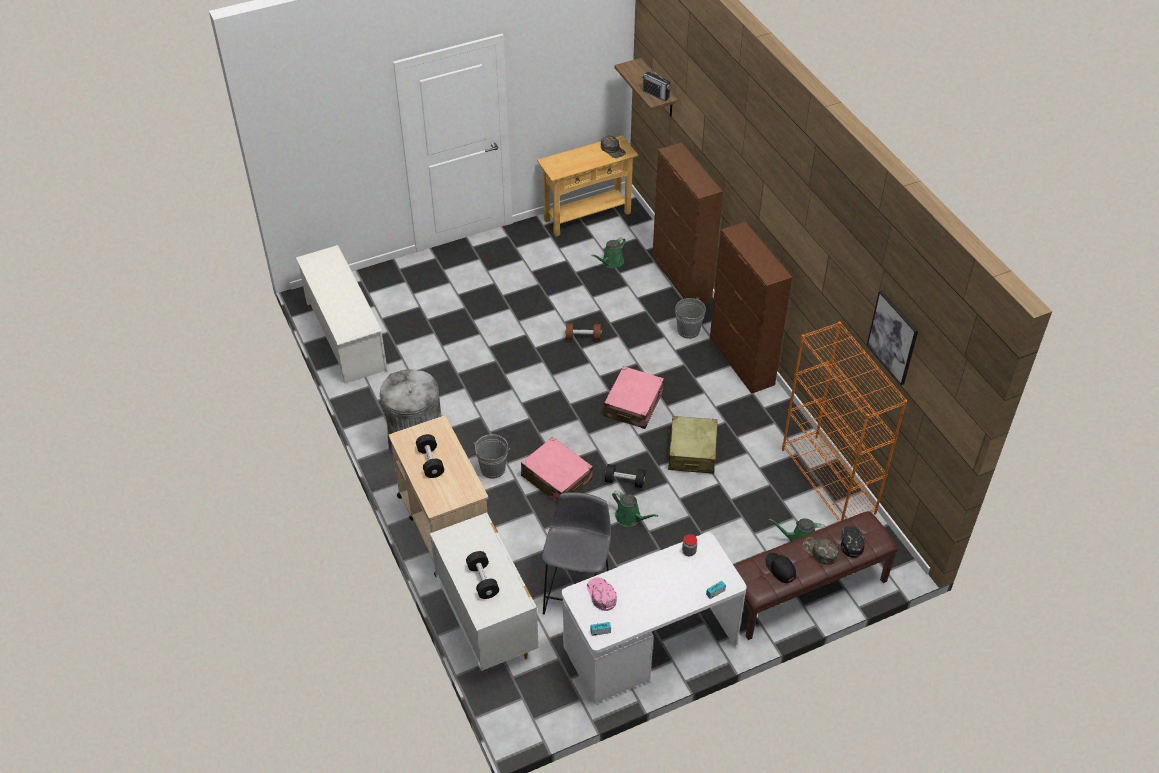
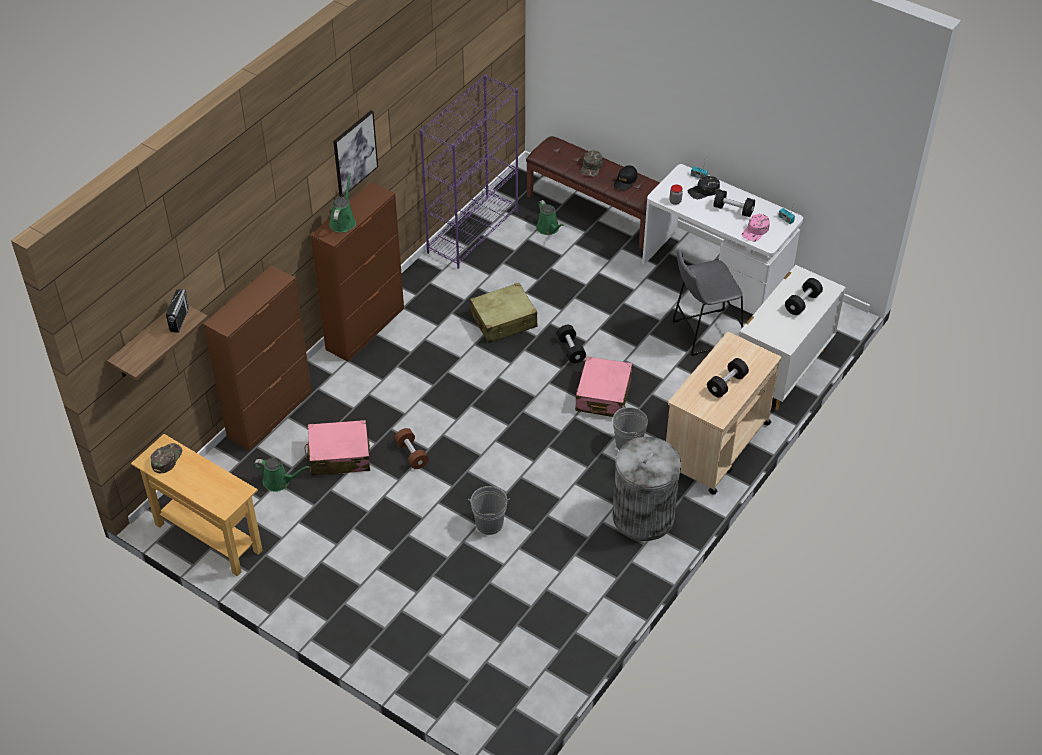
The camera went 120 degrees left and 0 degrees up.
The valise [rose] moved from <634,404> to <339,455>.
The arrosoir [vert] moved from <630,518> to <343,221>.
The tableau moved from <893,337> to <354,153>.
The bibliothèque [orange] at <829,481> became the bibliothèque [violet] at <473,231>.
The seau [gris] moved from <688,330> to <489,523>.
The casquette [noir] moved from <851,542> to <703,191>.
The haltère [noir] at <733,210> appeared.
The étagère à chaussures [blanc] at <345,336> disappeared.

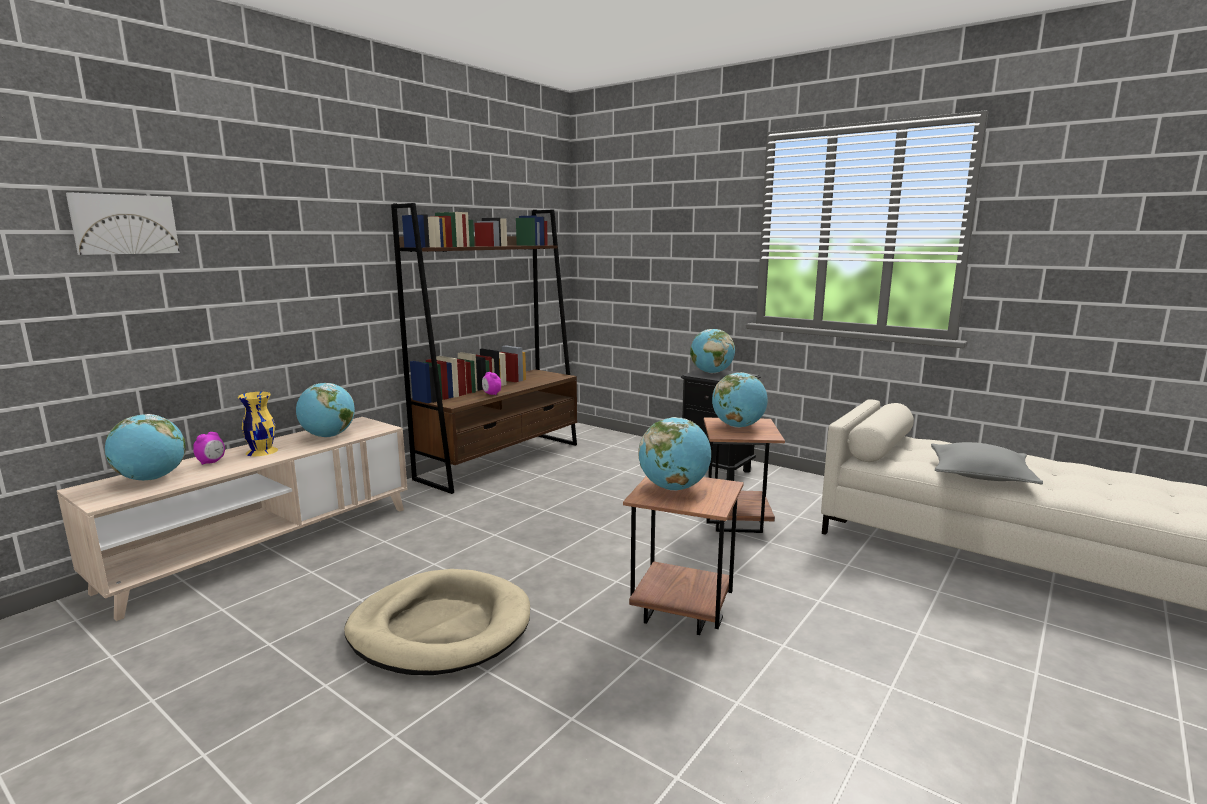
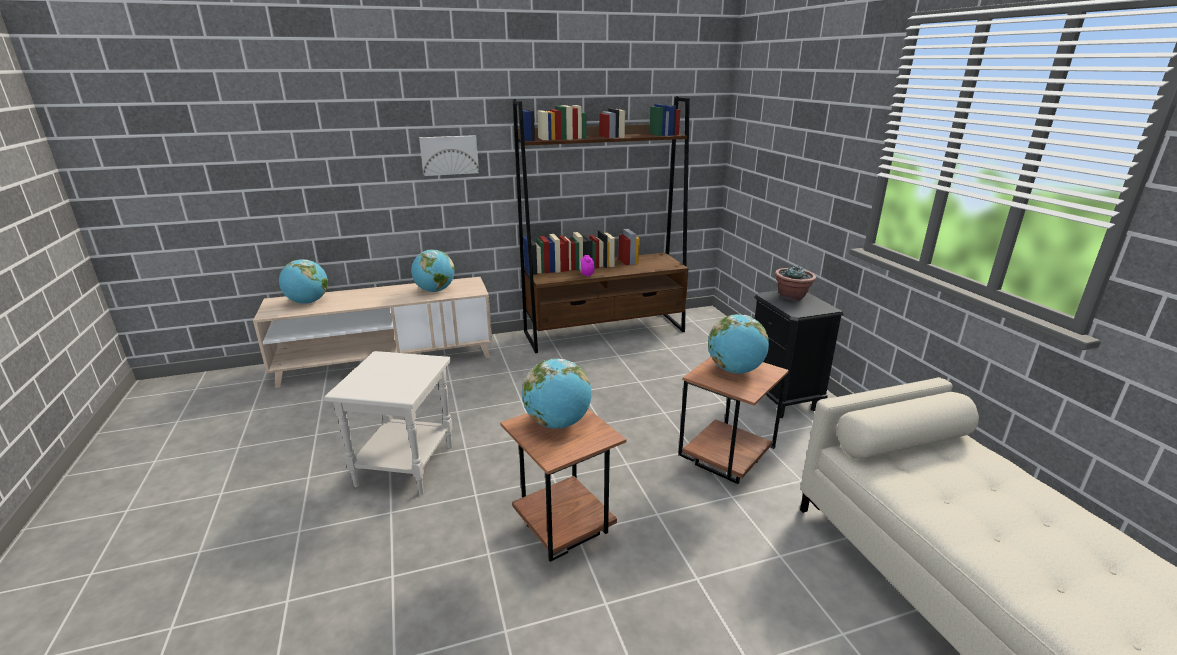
The camera went 35 degrees right and 10 degrees up.
The panier pour chien [beige] at <441,627> was replaced by the table d'appoint [blanc] at <404,465>.
The tableau moved from <124,224> to <449,155>.
The globe at <711,373> was replaced by the plante en pot at <791,297>.
The réveil at <211,462> disappeared.
The vase [jaune] at <261,451> disappeared.
The coussin [gris] at <980,475> disappeared.

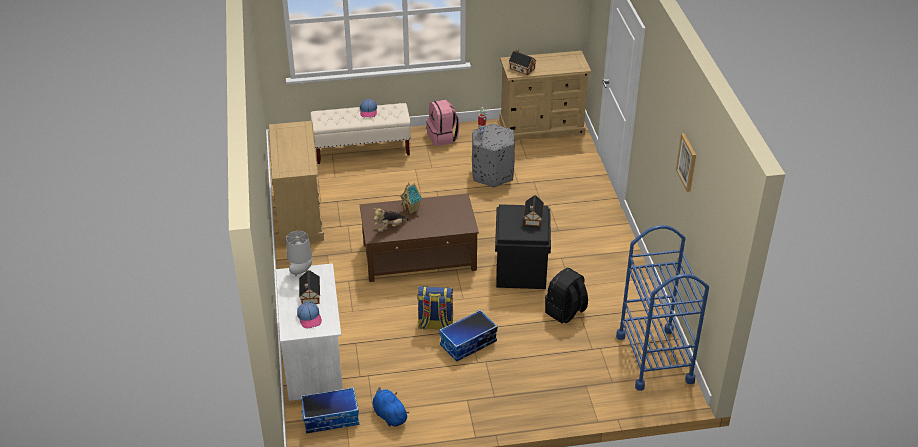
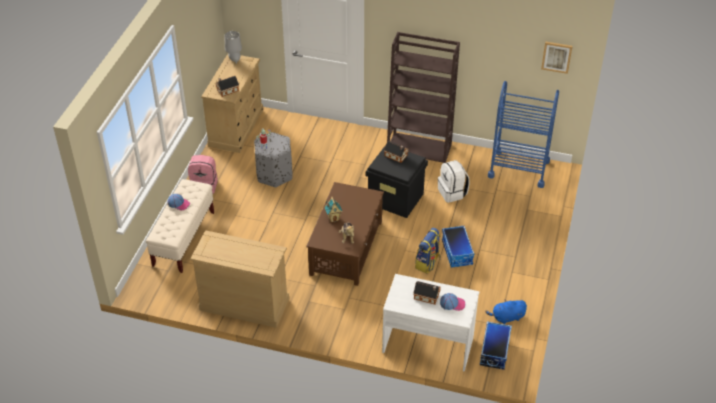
The camera went 65 degrees left and 5 degrees up.
The lampe de table [gris] moved from <301,272> to <234,60>.
The bibliothèque [marron] at <420,148> appeared.
The sac à dos [noir] at <565,312> became the sac à dos [blanc] at <452,193>.
The tableau moved from <687,162> to <556,57>.

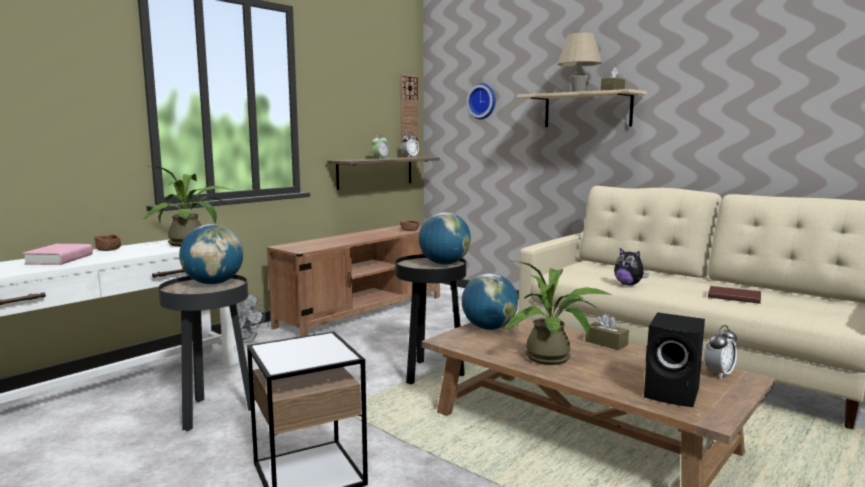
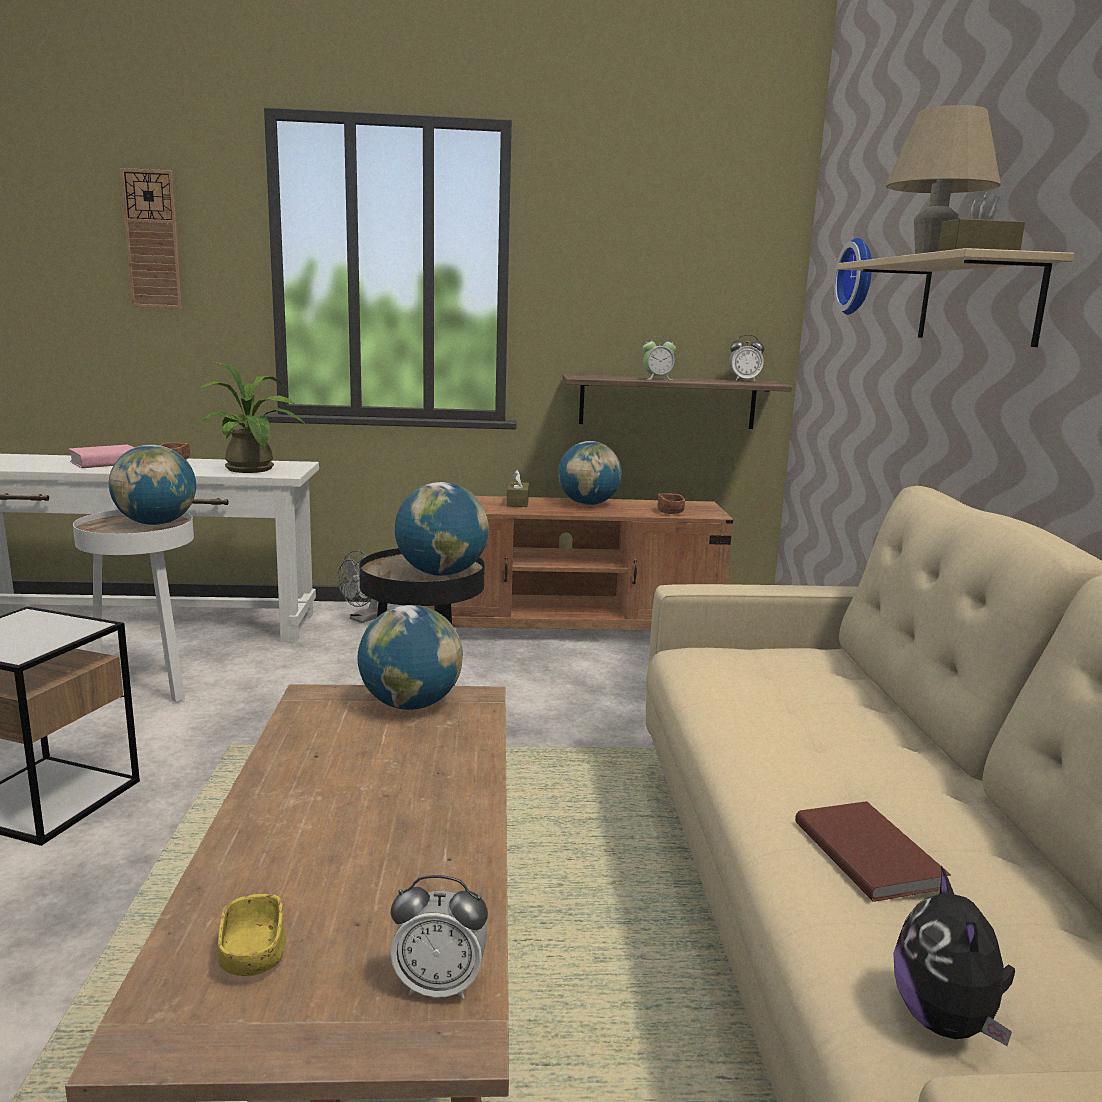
The camera went 45 degrees right and 5 degrees up.
The table d'appoint [noir] at <212,413> became the table d'appoint [blanc] at <149,688>.
The horloge murale moved from <409,109> to <152,240>.
The enceinte [noir] at <674,394> was replaced by the bol [jaune] at <253,957>.
The boîte à mouchoirs [marron] moved from <606,343> to <517,502>.
The globe at <588,504> appeared.
The peluche moved from <628,284> to <946,1021>.
The plante en pot at <553,359> disappeared.

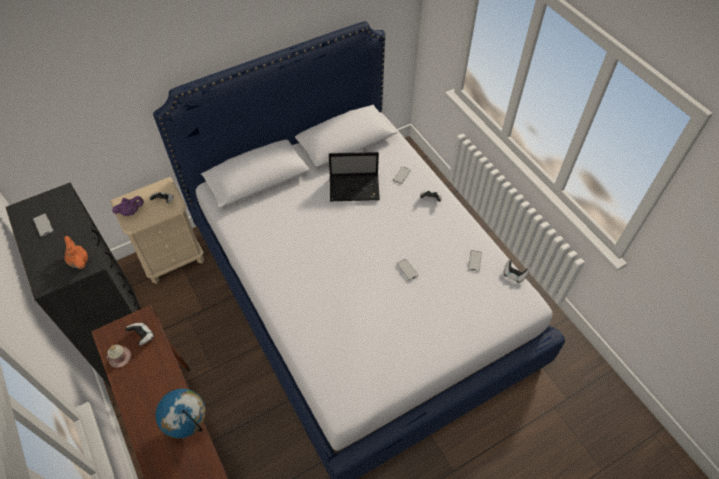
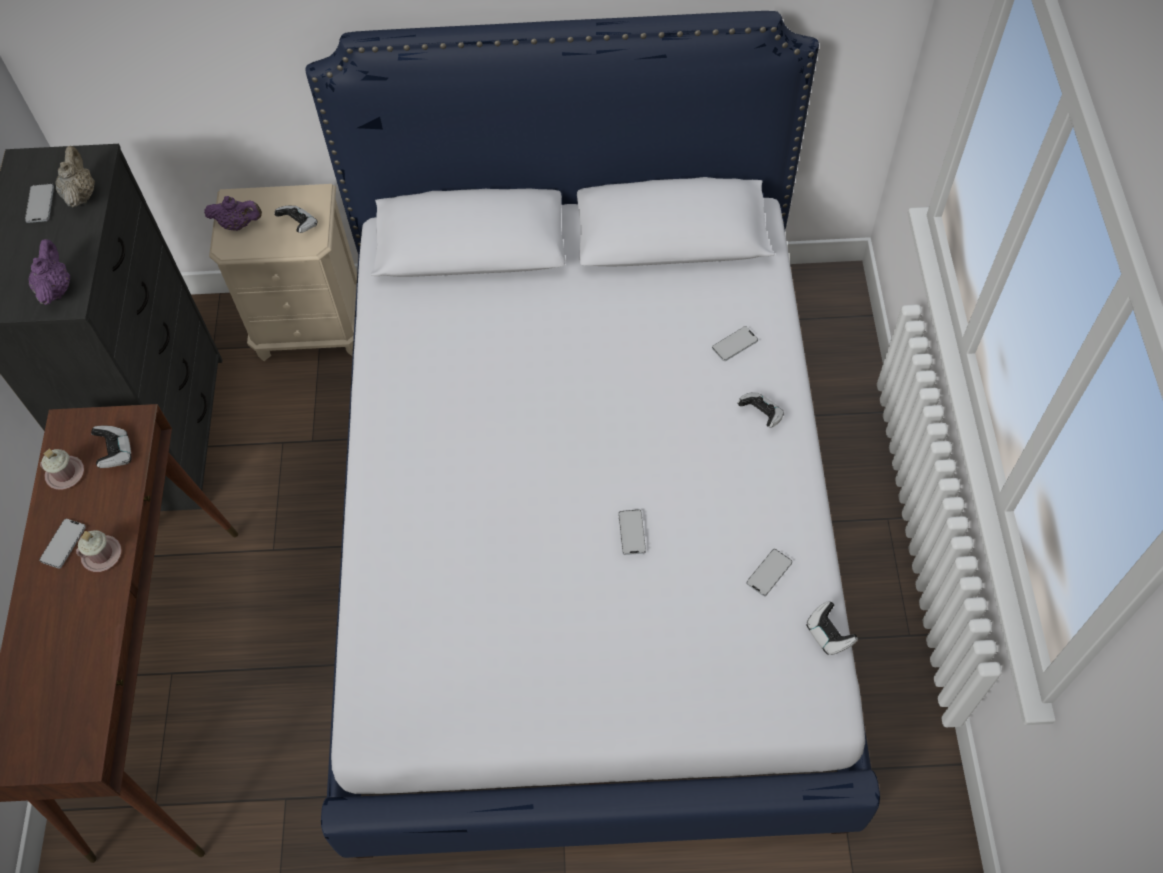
The camera went 30 degrees right and 5 degrees up.
The théière [orange] at <79,261> became the théière [violet] at <56,289>.
The téléphone at <63,544> appeared.
The théière [beige] at <81,195> appeared.
The mug [rose] at <102,554> appeared.
The globe at <189,424> disappeared.
The ordinateur portable at <355,188> disappeared.

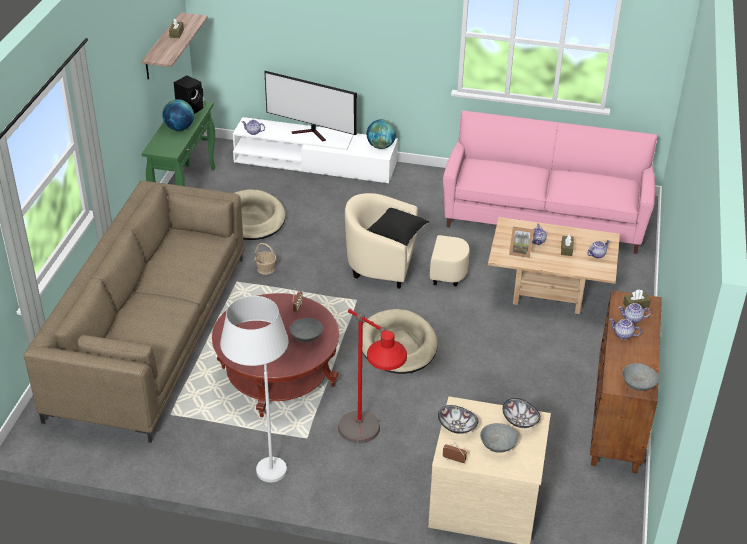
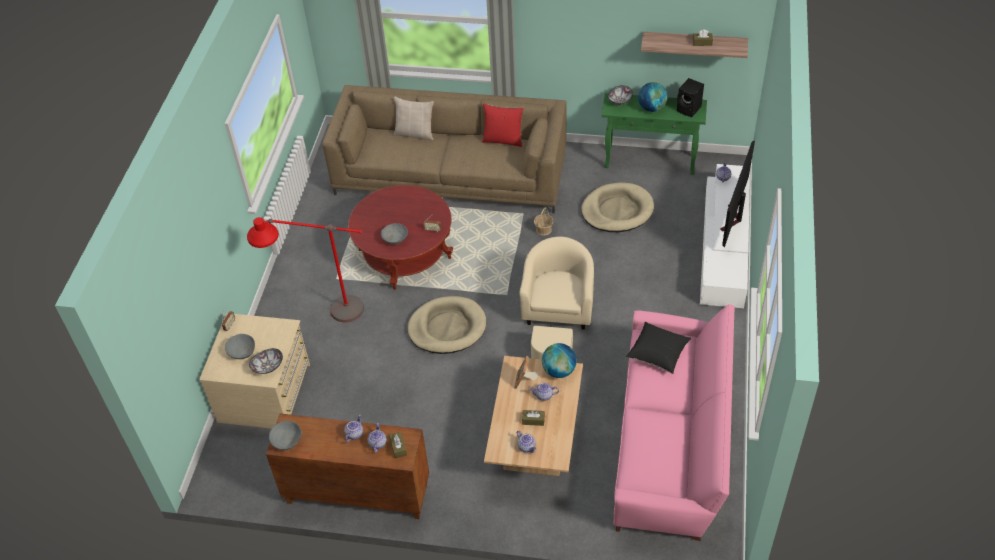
The camera went 90 degrees right and 10 degrees up.
The coussin [beige] at <415,133> appeared.
The coussin [rouge] at <503,140> appeared.
The globe moved from <381,146> to <559,371>.
The bol moved from <457,426> to <620,101>.
The coussin [noir] moved from <397,234> to <658,354>.
The lampadaire [blanc] at <262,460> disappeared.

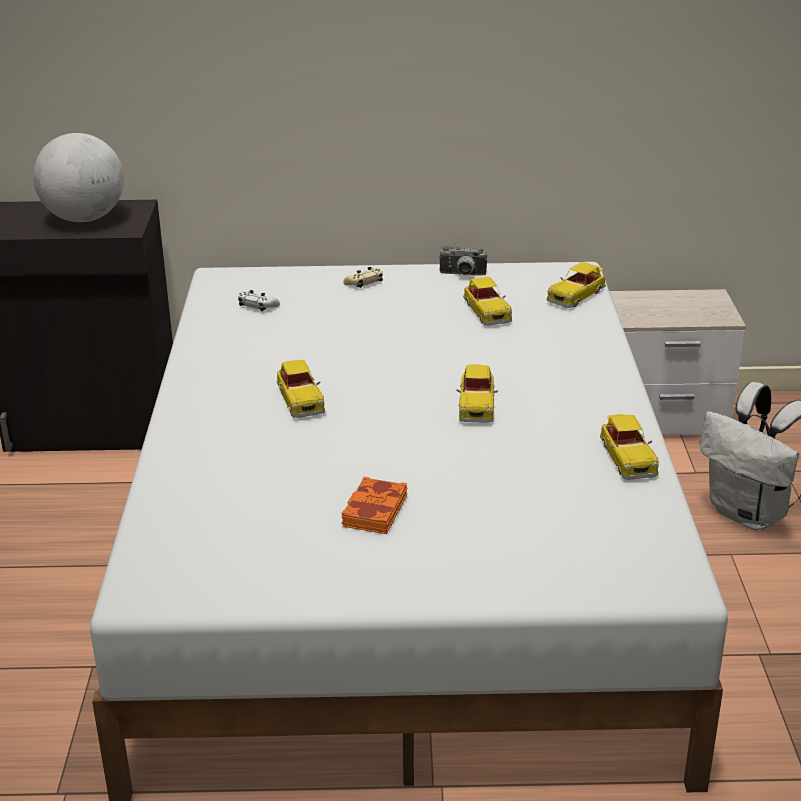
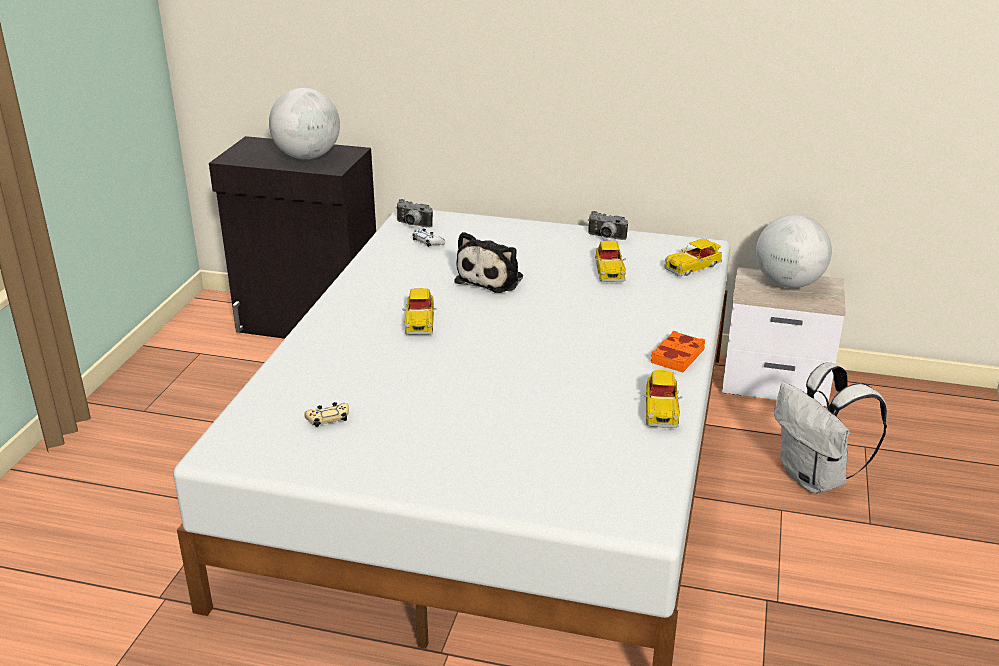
The camera went 15 degrees right and 0 degrees up.
The manette [beige] moved from <364,282> to <328,419>.
The appareil photo at <412,225> appeared.
The peluche at <492,278> appeared.
The livre [orange] moved from <374,511> to <676,356>.
The globe at <788,284> appeared.
The petite voiture at <476,404> disappeared.

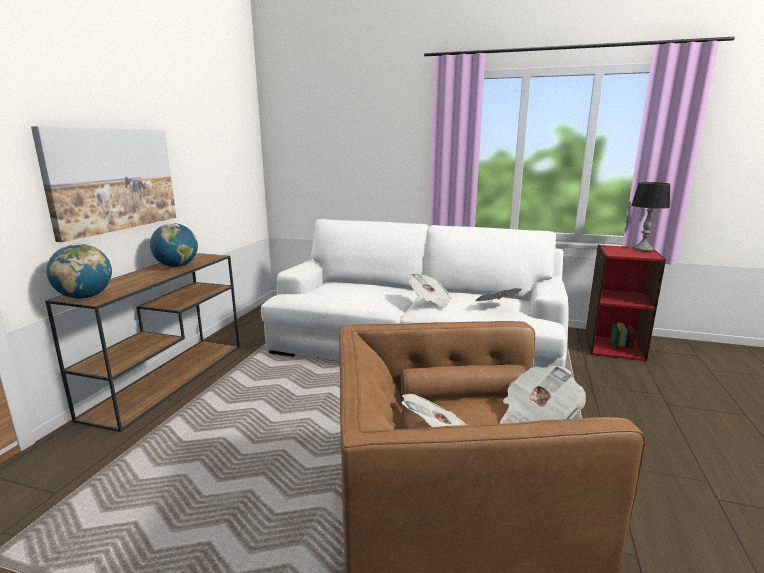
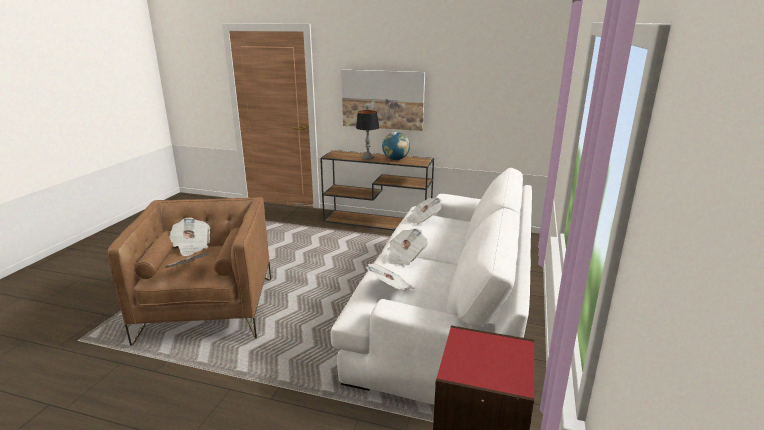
The camera went 90 degrees right and 5 degrees up.
The lampe de table moved from <642,249> to <368,157>.
The journal at <422,220> appeared.
The globe at <85,297> disappeared.

